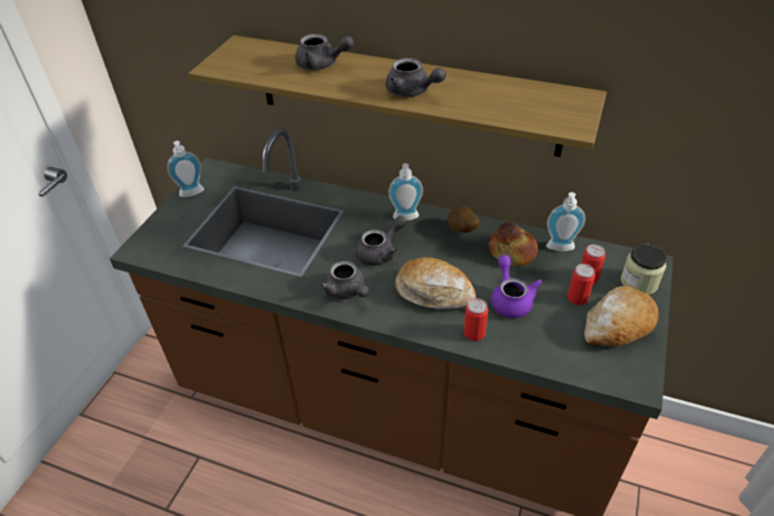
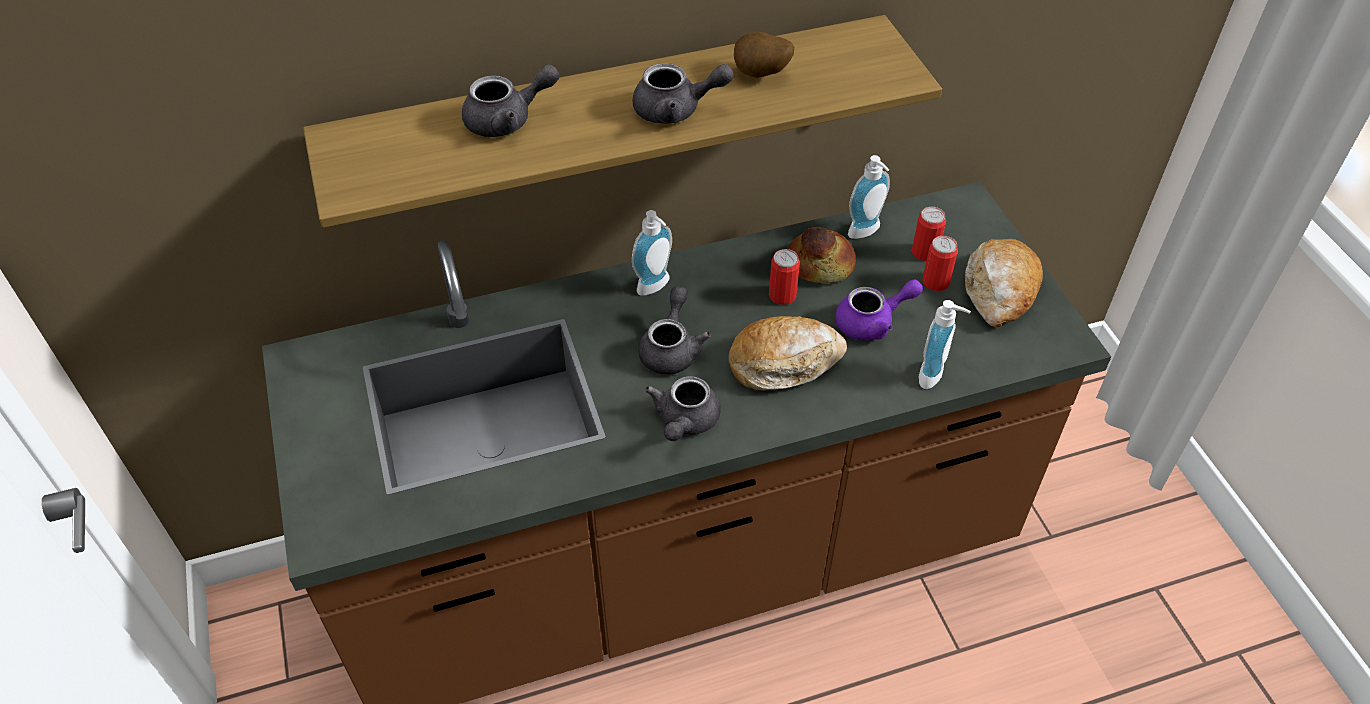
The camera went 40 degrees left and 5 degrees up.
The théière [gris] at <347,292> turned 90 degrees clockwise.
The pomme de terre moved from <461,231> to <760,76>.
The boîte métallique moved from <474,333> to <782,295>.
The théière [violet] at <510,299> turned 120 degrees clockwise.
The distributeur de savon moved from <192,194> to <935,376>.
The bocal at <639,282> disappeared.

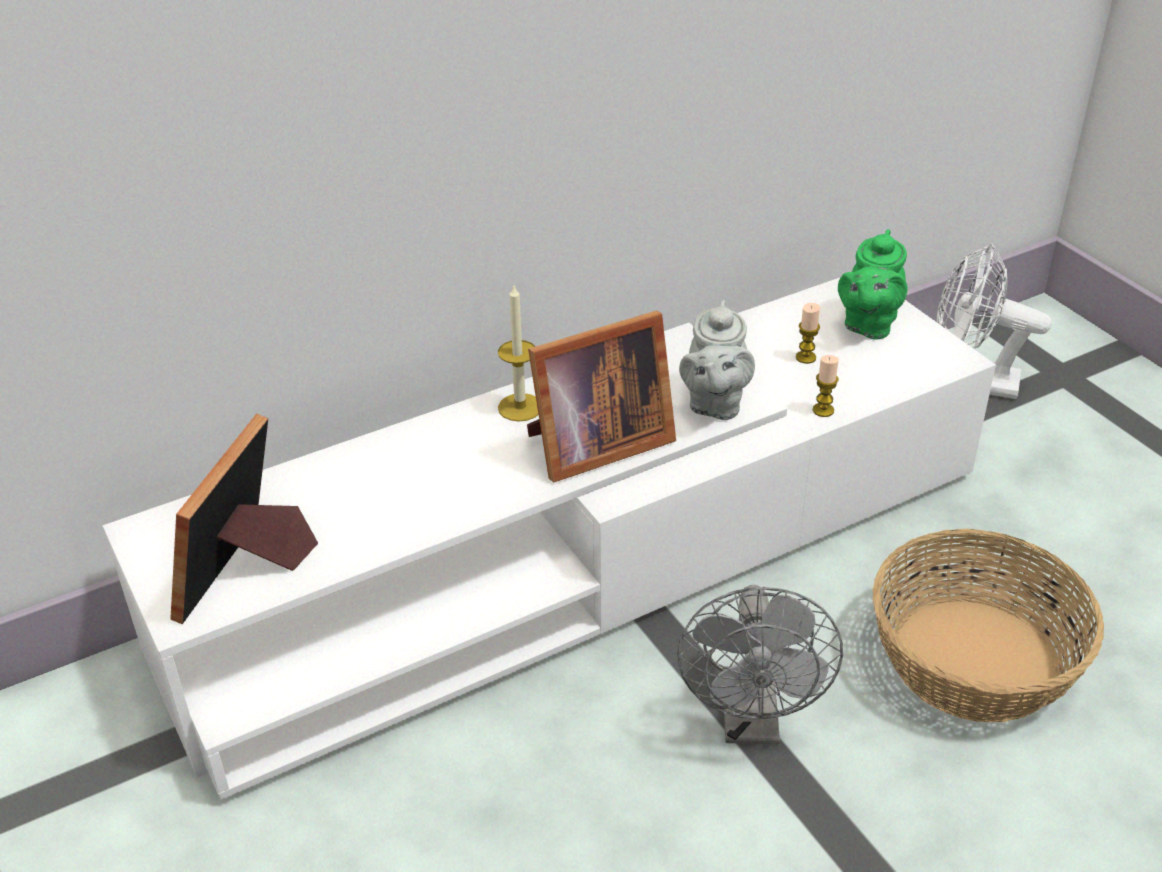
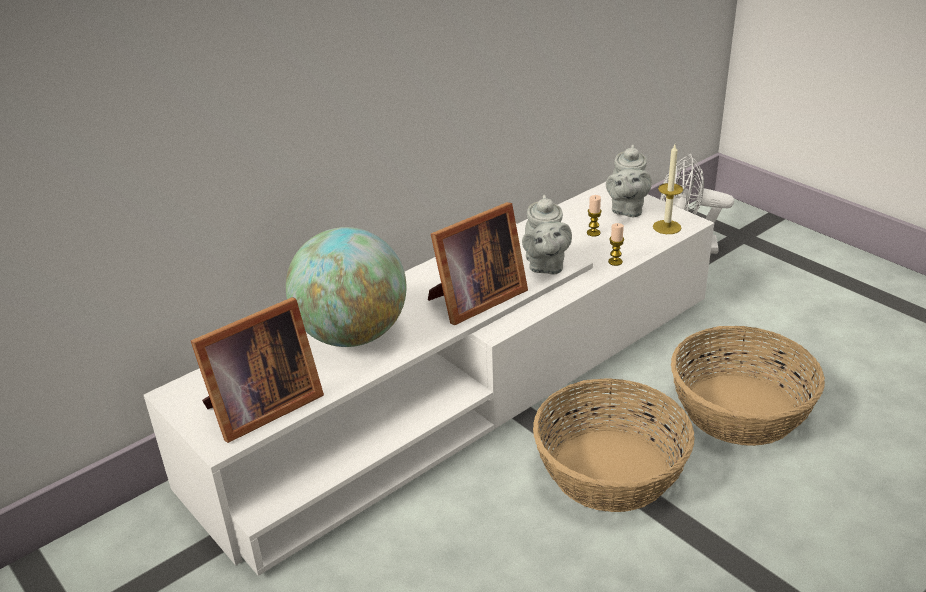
The camera went 10 degrees left and 5 degrees down.
The cadre photo at <248,572> turned 135 degrees counterclockwise.
The globe at <352,335> appeared.
The ventilateur [gris] at <752,723> was replaced by the panier at <610,469>.
The théière [vert] at <868,325> became the théière [gris] at <626,209>.
The bougie moved from <520,407> to <667,227>.

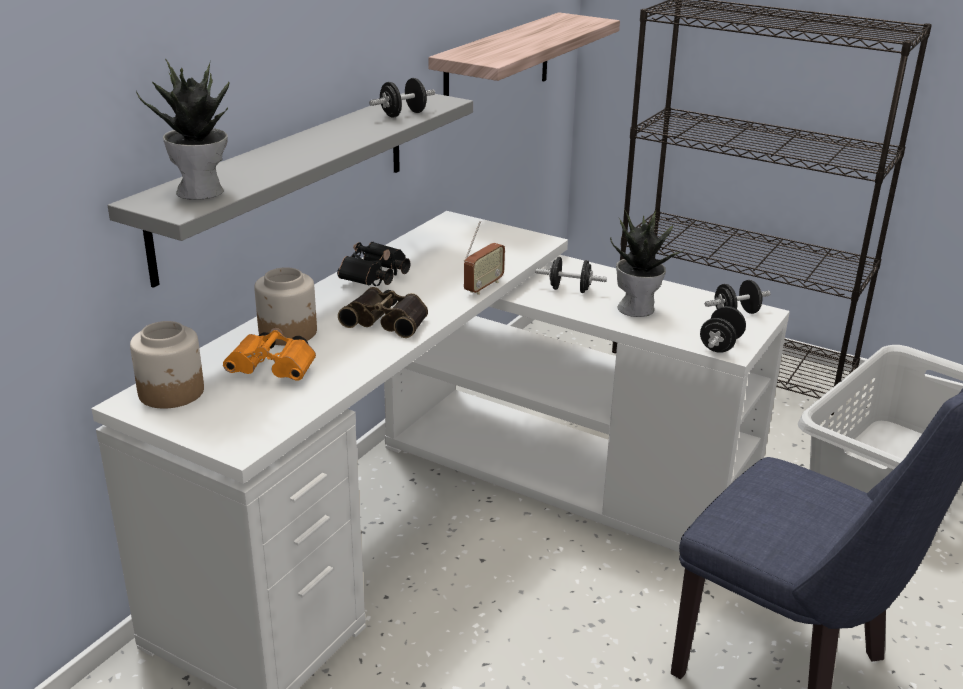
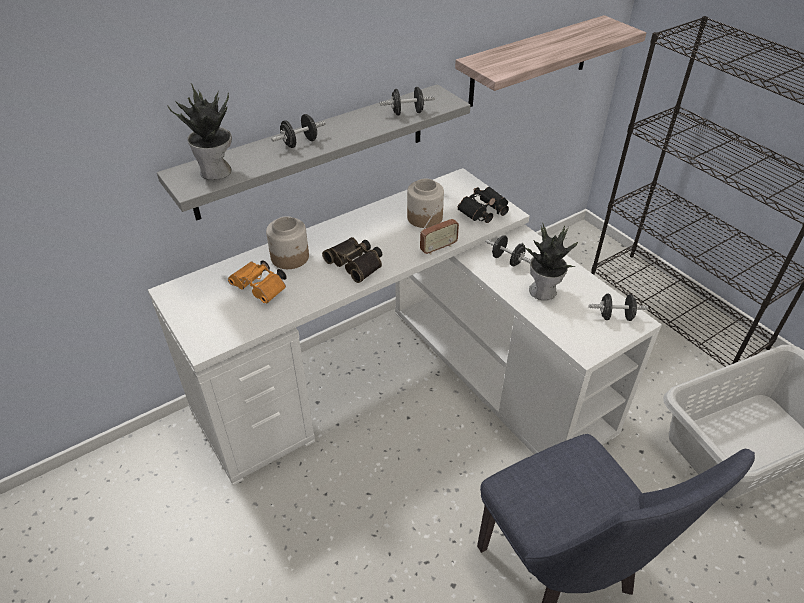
The camera went 25 degrees right and 15 degrees up.
The haltère [noir] moved from <720,345> to <300,143>.
The bocal moved from <172,392> to <425,218>.
The jumelles [noir] moved from <374,278> to <482,213>.

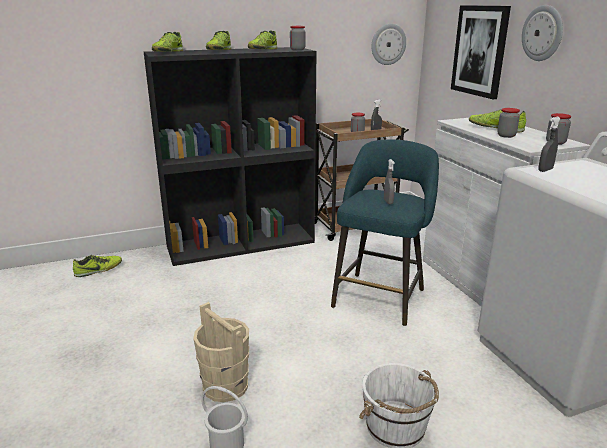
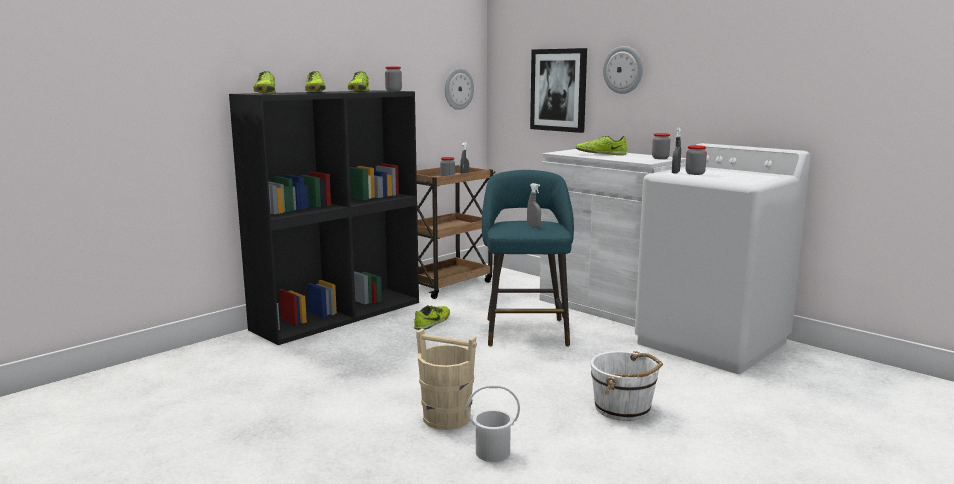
The camera went 25 degrees left and 10 degrees down.
The chaussure moved from <99,270> to <433,322>.
The bocal moved from <506,136> to <695,173>.

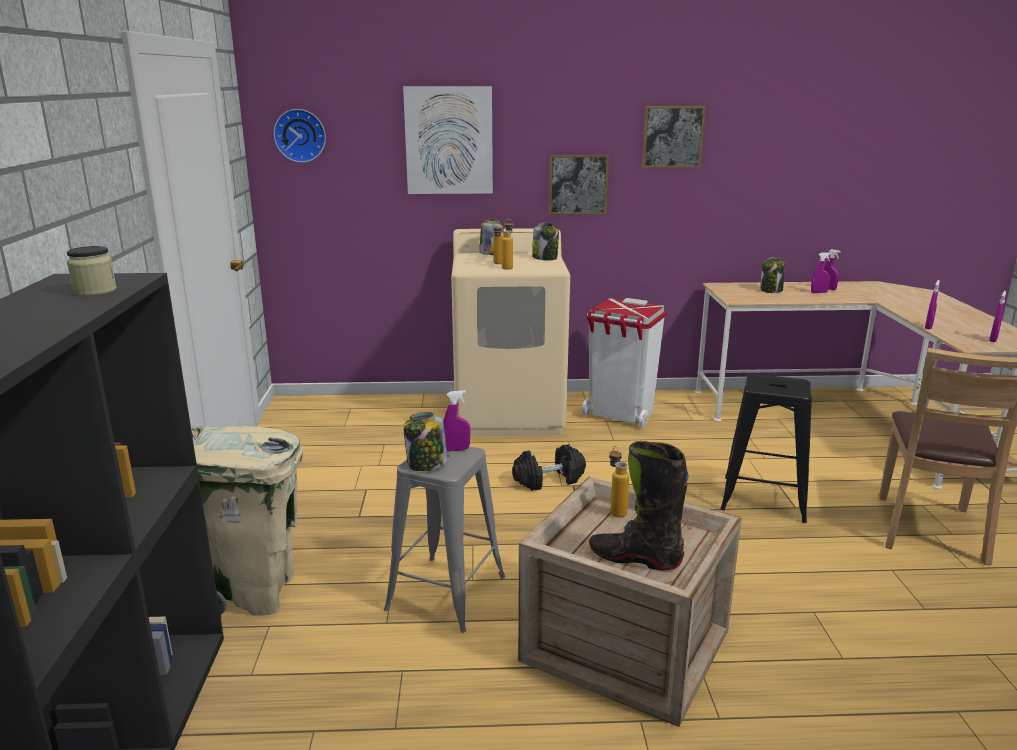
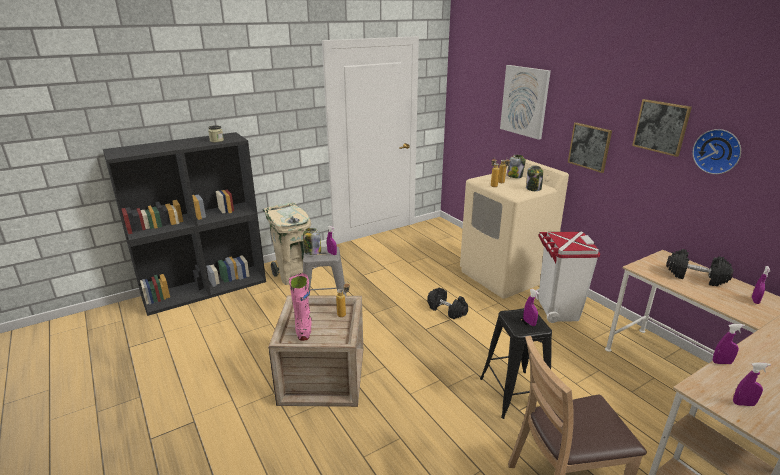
The camera went 60 degrees right and 5 degrees up.
The botte [noir] at <635,558> became the botte [rose] at <304,328>.
The vaporisateur [violet] moved from <819,292> to <529,323>.
The bocal at <771,290> was replaced by the haltère [noir] at <695,277>.
The horloge murale moved from <300,135> to <718,151>.

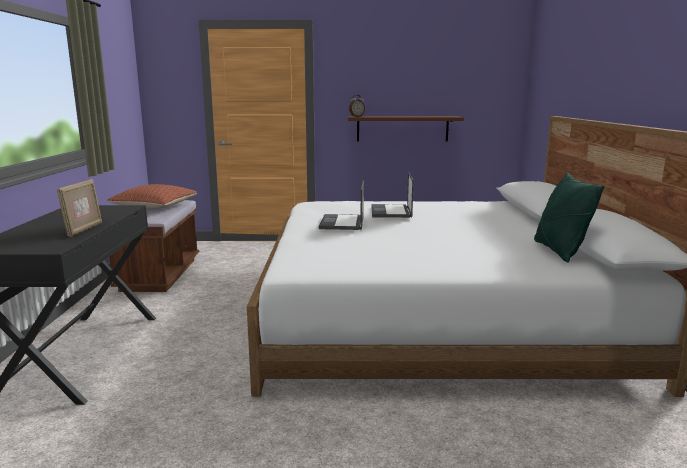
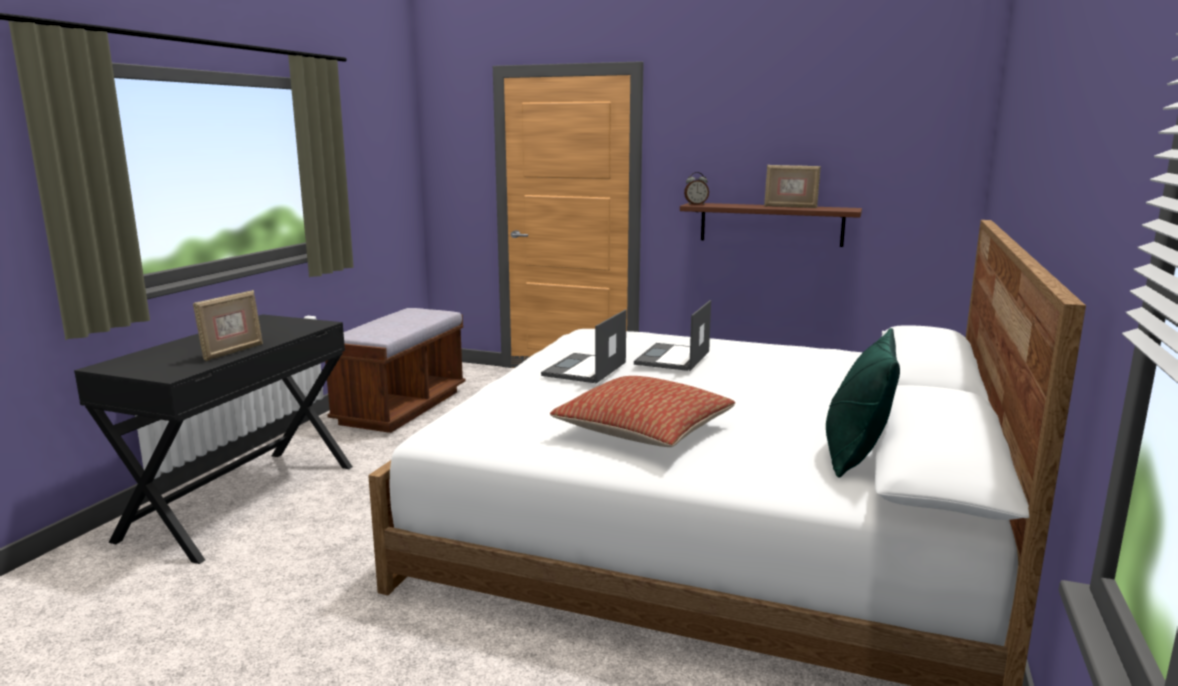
The camera went 20 degrees right and 0 degrees up.
The coussin moved from <155,207> to <644,431>.
The cadre photo at <790,207> appeared.

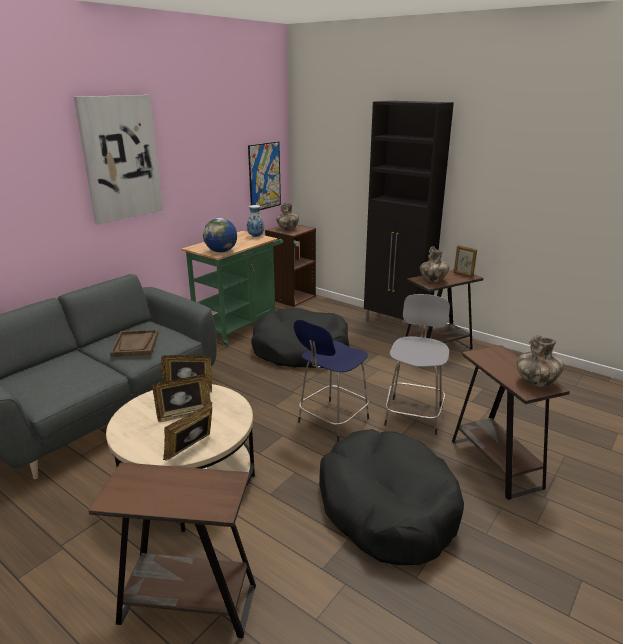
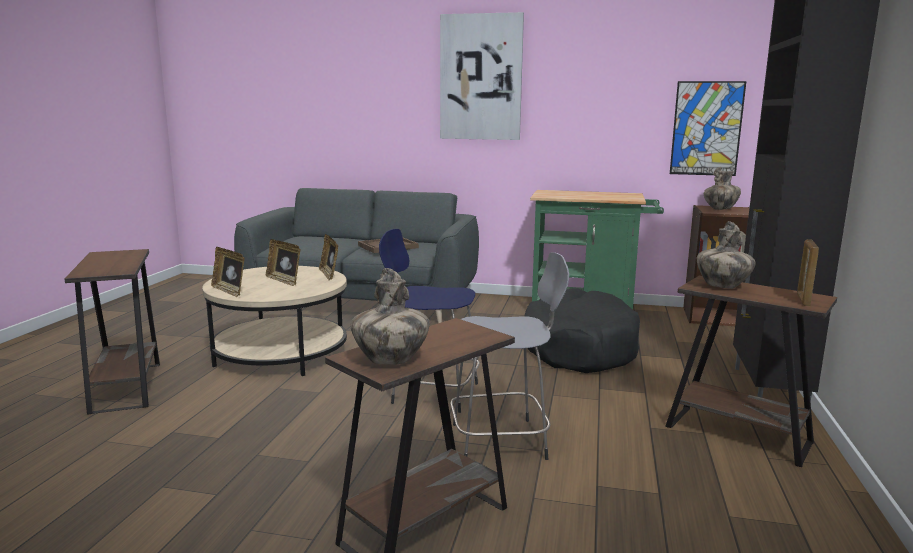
The camera went 65 degrees right and 10 degrees down.
The cadre photo at <191,449> turned 150 degrees counterclockwise.
The globe at <221,251> disappeared.
The vase at <255,236> disappeared.
The panier pour chien [noir] at <387,507> disappeared.

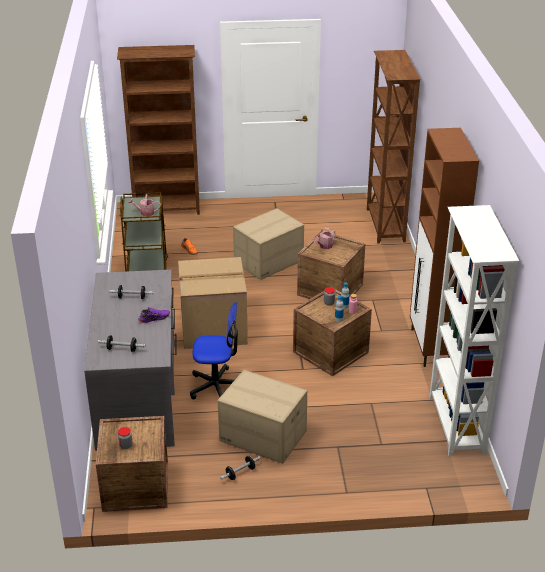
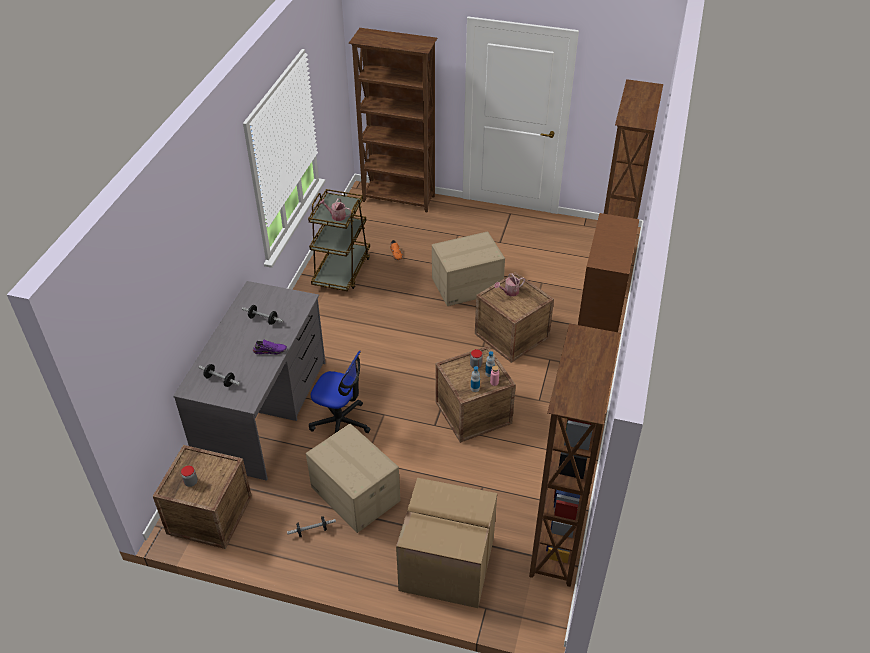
The camera went 20 degrees right and 10 degrees up.
The carton moved from <212,328> to <445,565>.
The bibliothèque [blanc] at <455,425> became the bibliothèque [marron] at <557,540>.

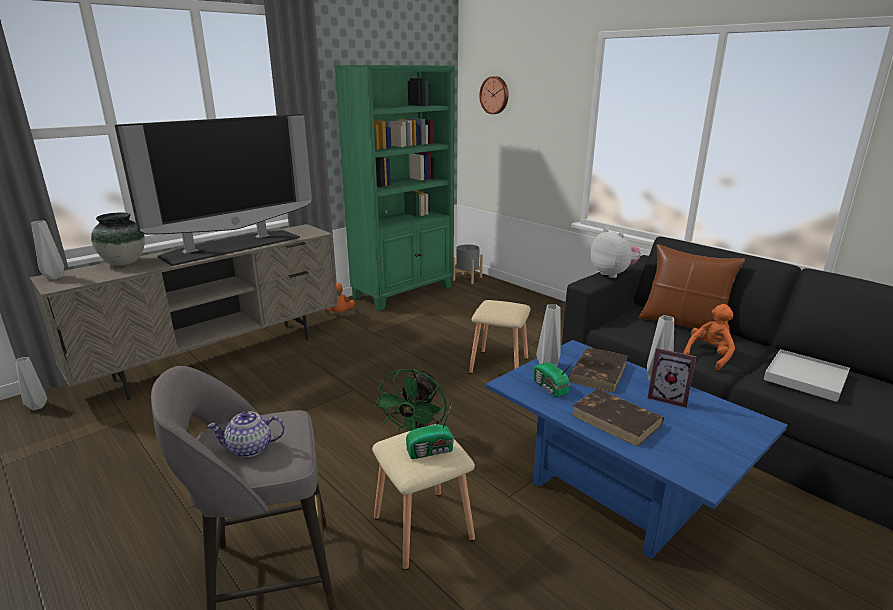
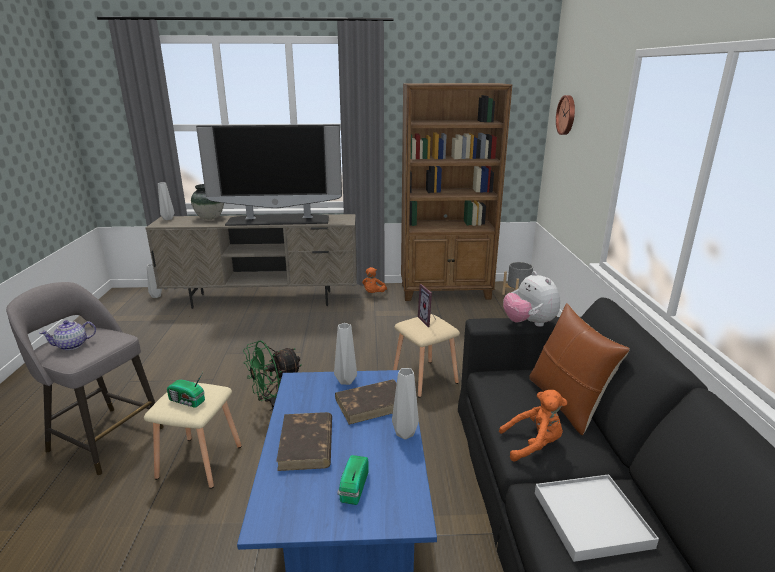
The camera went 40 degrees right and 0 degrees up.
The théière at <250,448> turned 60 degrees counterclockwise.
The radio moved from <550,388> to <353,488>.
The bibliothèque [vert] at <404,292> became the bibliothèque [marron] at <446,292>.
The cadre photo moved from <668,397> to <429,321>.
The peluche at <613,274> turned 150 degrees clockwise.

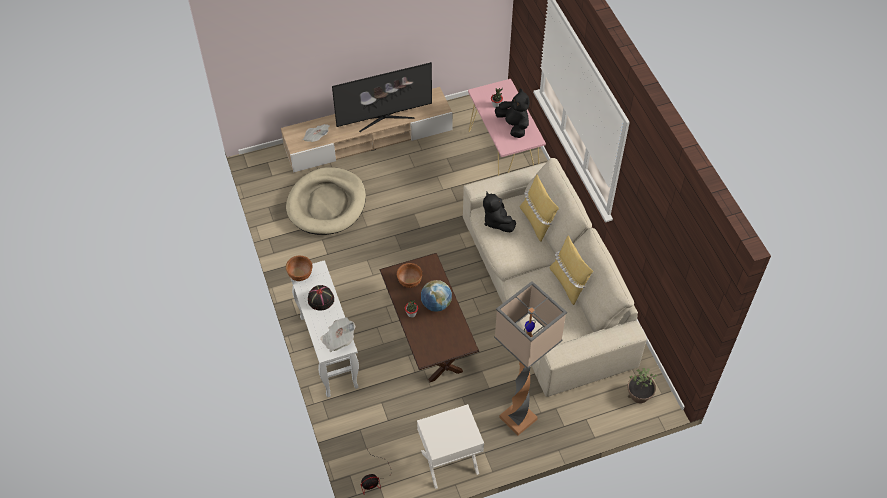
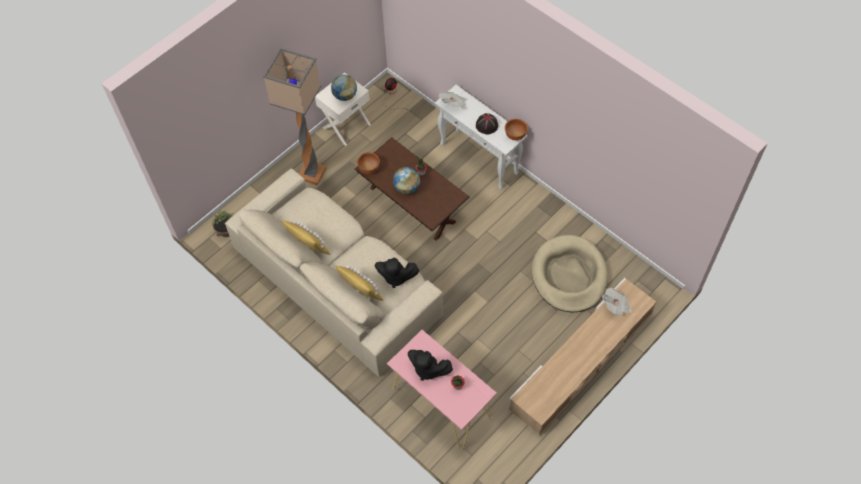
The camera went 155 degrees right and 5 degrees up.
The globe at <345,95> appeared.
The bol [marron] moved from <409,281> to <369,169>.
The peluche [noir] at <496,221> turned 150 degrees clockwise.
The téléviseur at <384,118> disappeared.

